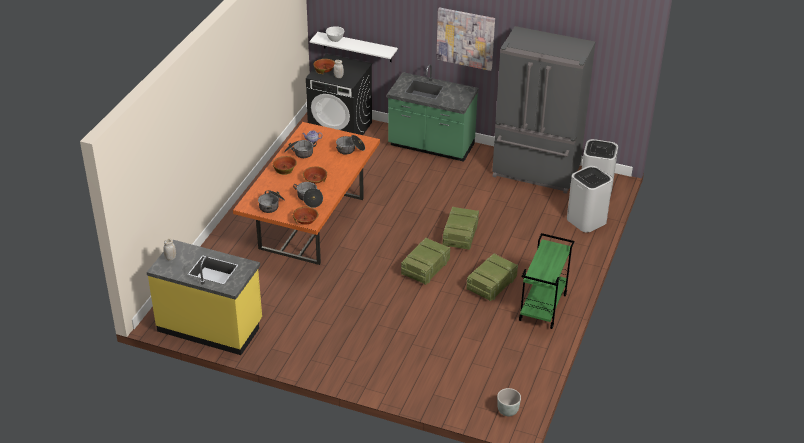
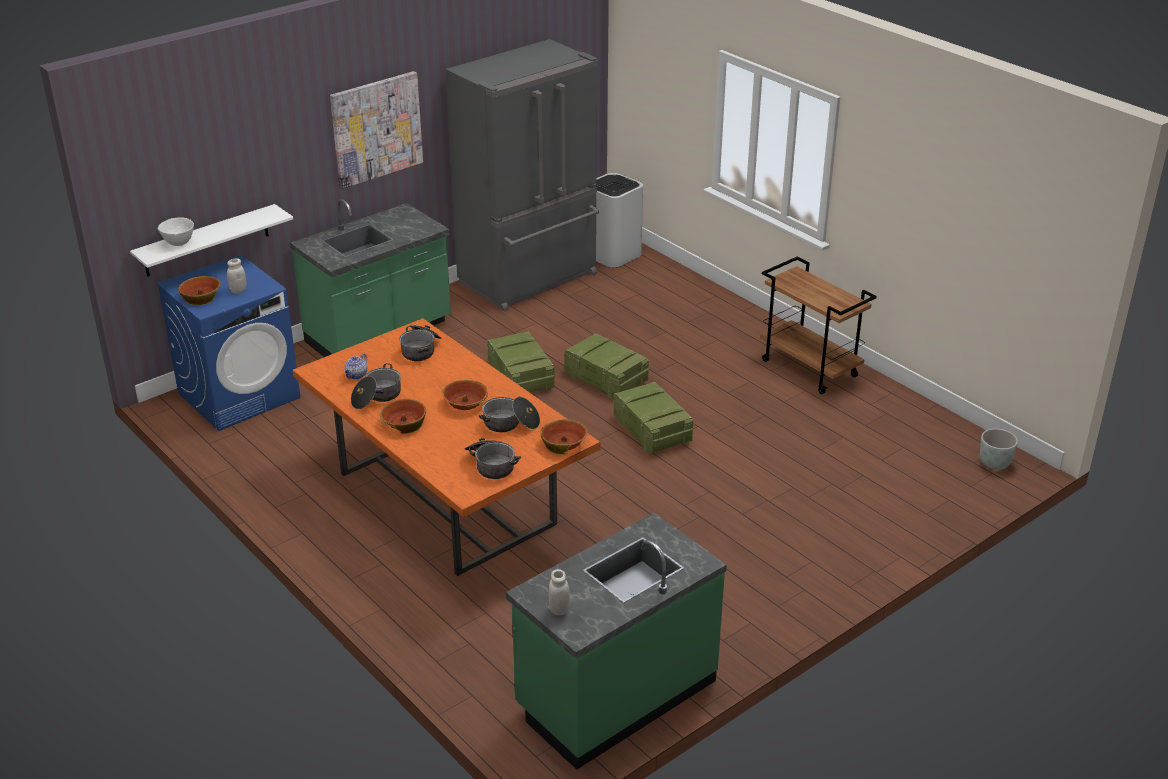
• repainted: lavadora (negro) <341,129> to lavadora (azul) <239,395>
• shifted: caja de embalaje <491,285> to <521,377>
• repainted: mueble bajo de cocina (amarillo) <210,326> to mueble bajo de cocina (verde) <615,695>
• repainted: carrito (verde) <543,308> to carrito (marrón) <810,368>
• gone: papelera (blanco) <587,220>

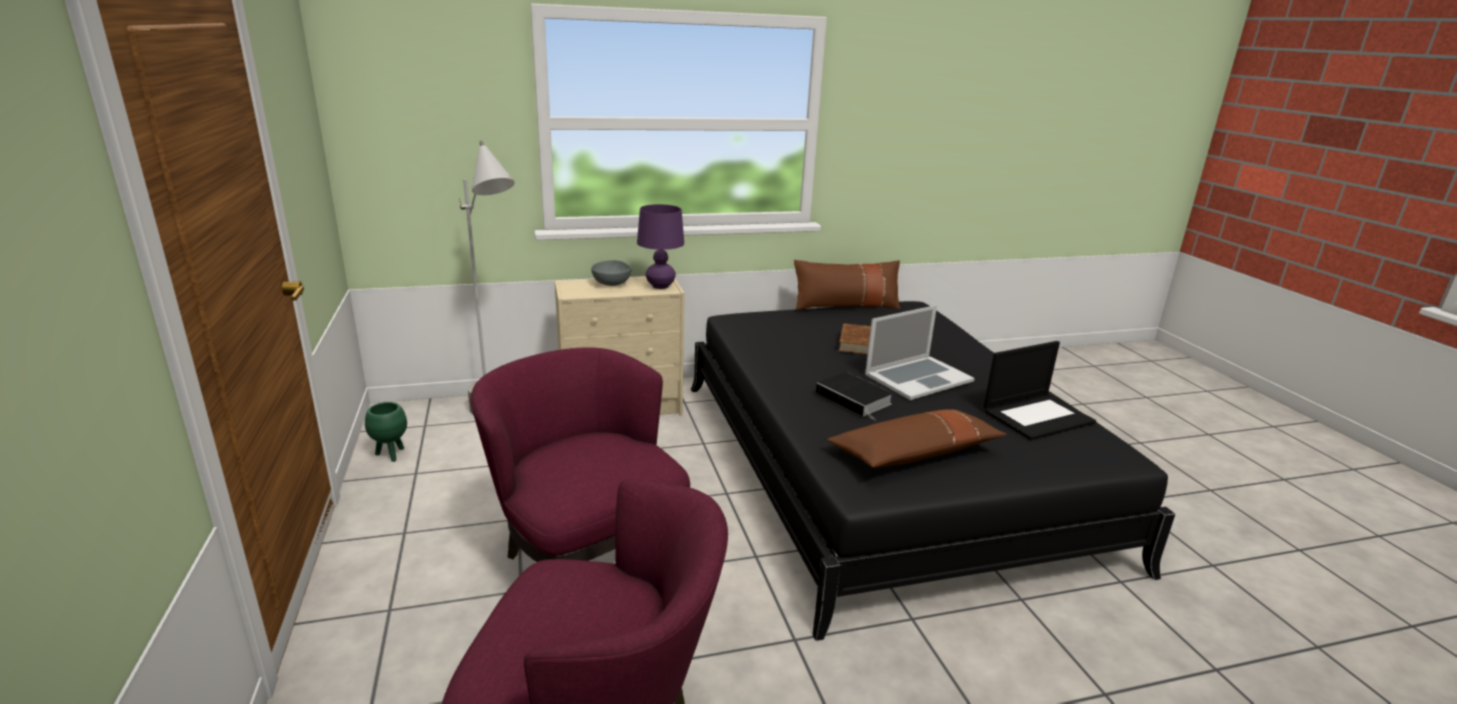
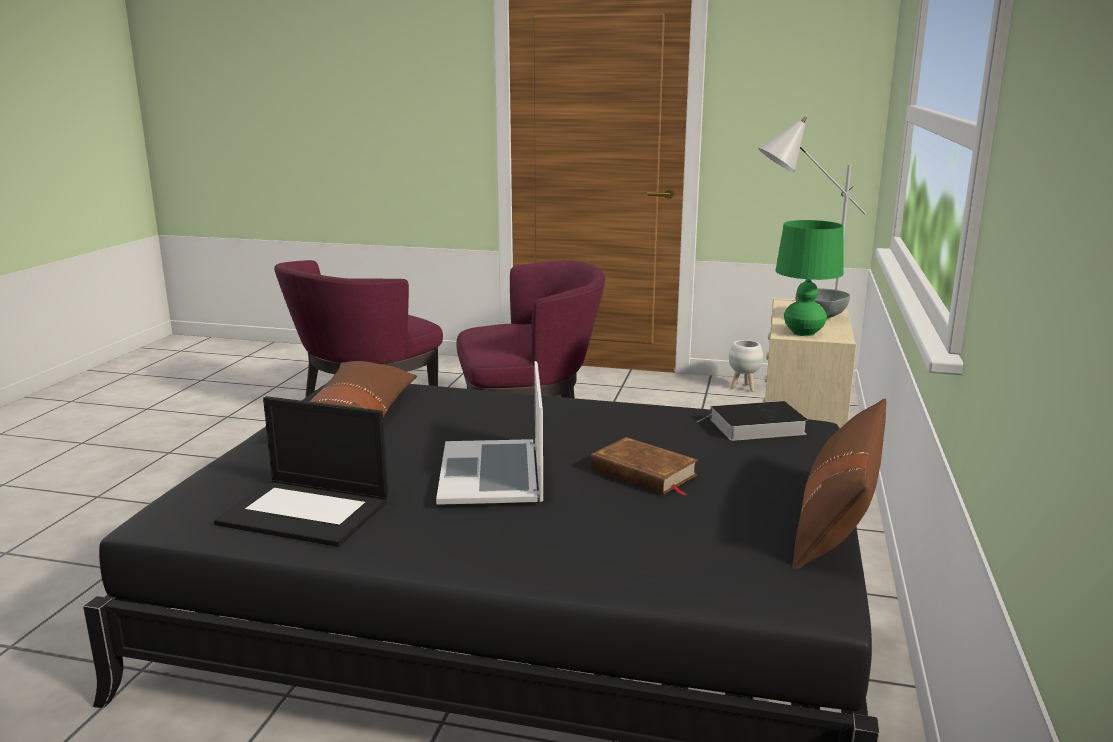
• rotated: portátil <1037,416> = <307,512> 75 degrees counterclockwise
• shifted: libro <855,399> to <755,427>
• repainted: maceta (verde) <391,454> to maceta (blanco) <744,388>
• repainted: lámpara de mesa (morado) <660,286> to lámpara de mesa (verde) <803,333>

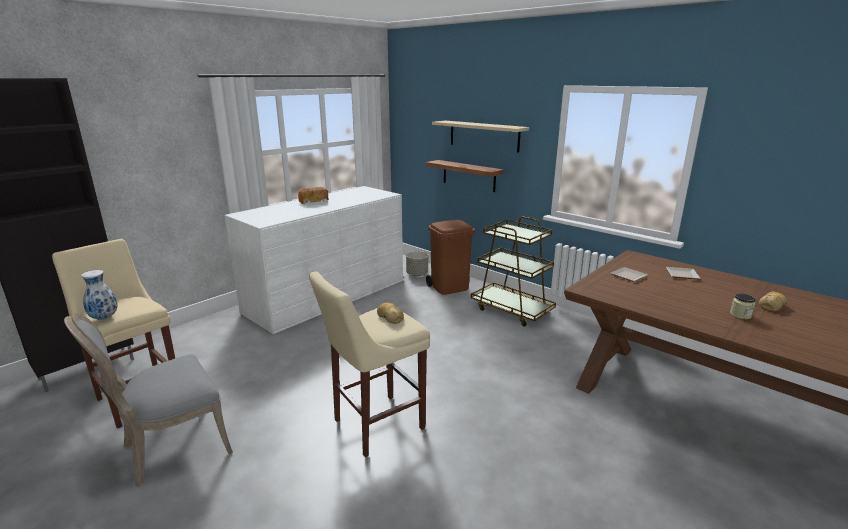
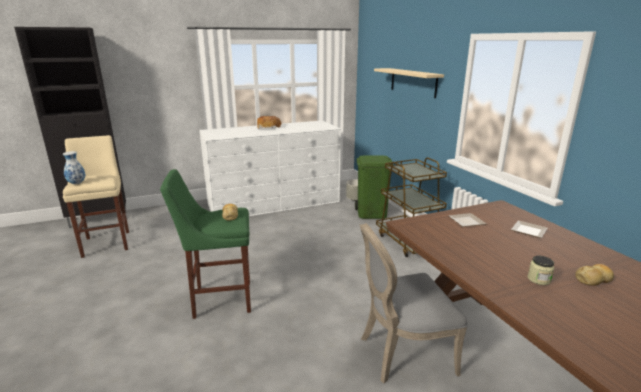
• repainted: taburete (beis) <374,425> to taburete (verde) <219,299>
• repainted: papelera (marrón) <450,287> to papelera (verde) <372,214>
• shifted: silla (gris) <172,448> to <402,353>
• gone: estante <469,175>

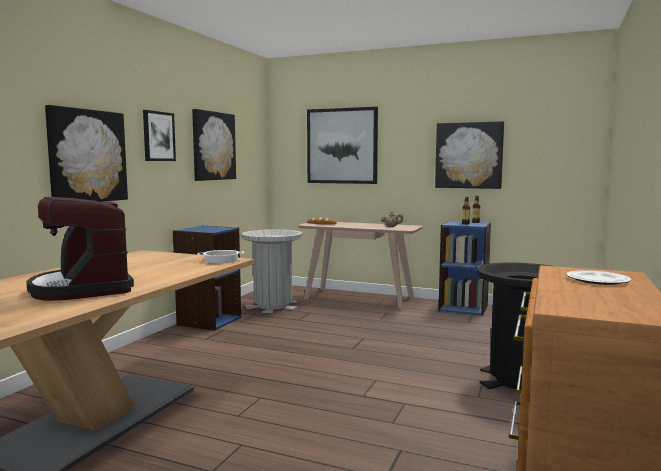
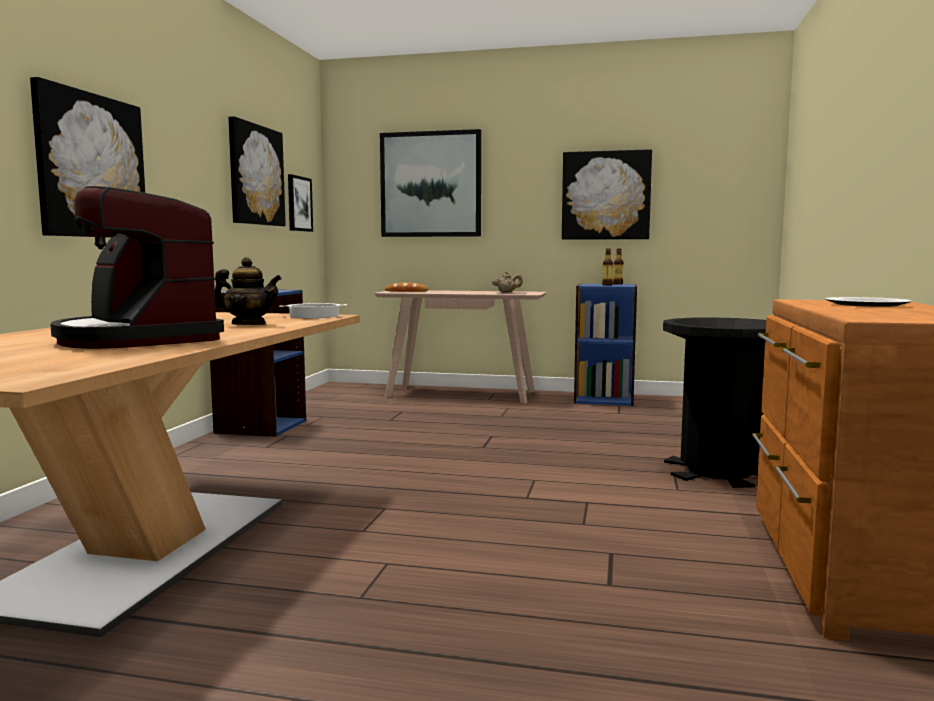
• new: tetera <249,325>
• shifted: cuadro <158,136> to <299,204>
• gone: papelera (gris) <273,305>

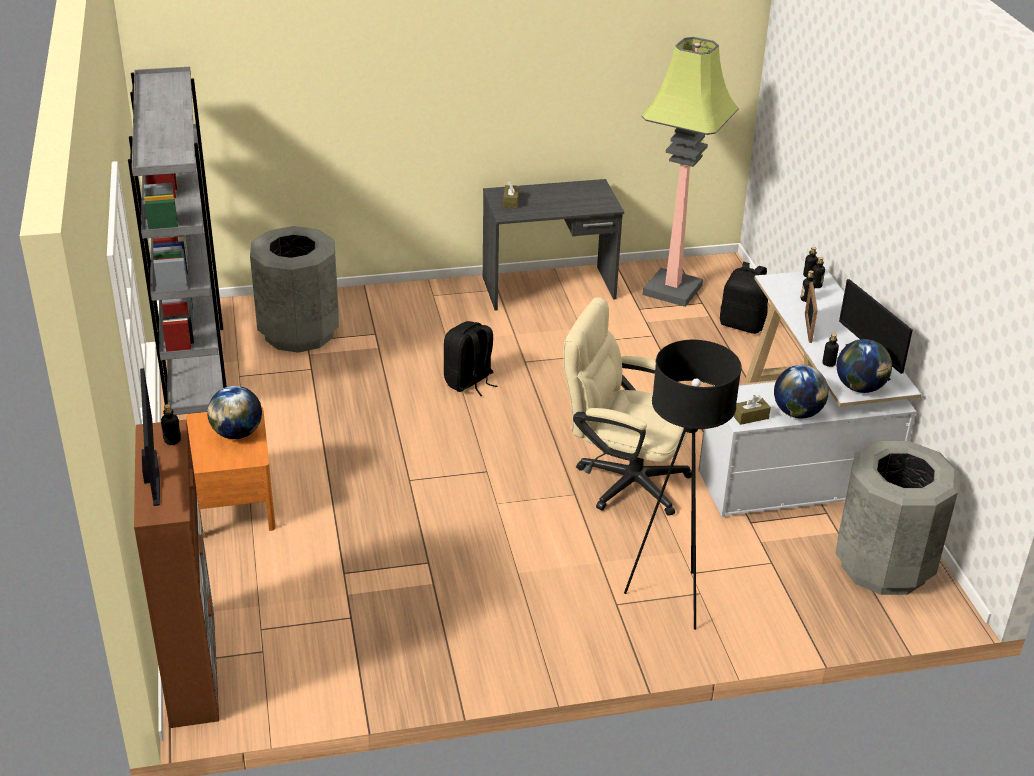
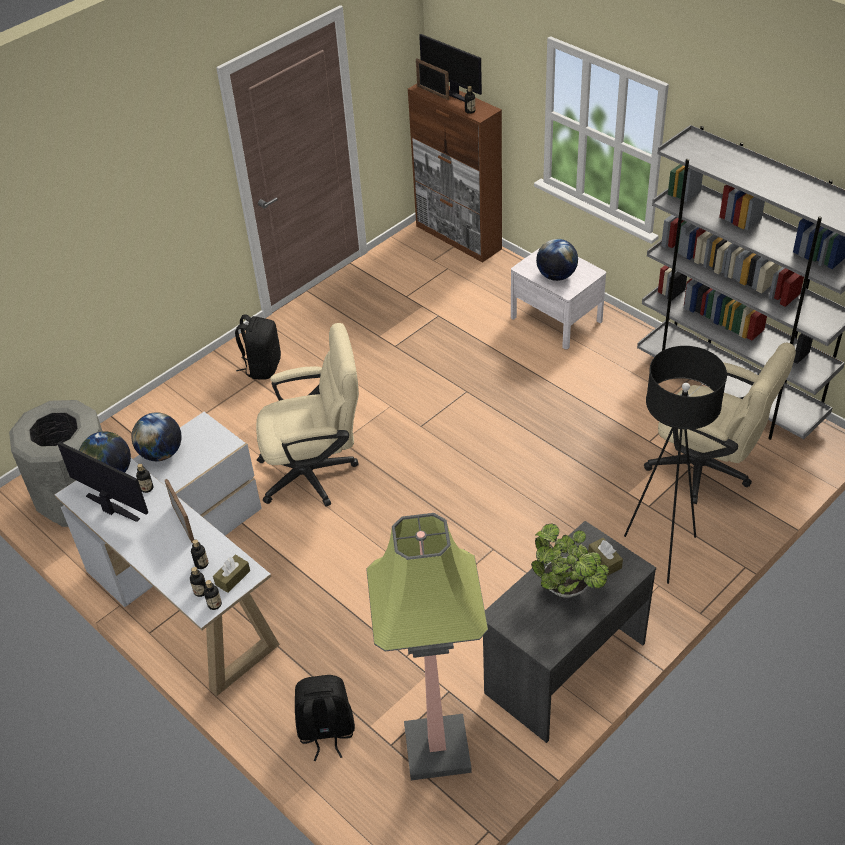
• shifted: caja de pañuelos (marrón) <750,417> to <232,578>
• shifted: mochila (negro) <469,382> to <262,367>
• new: portarretratos <432,93>
• repainted: mesita de noche (naranja) <234,503> to mesita de noche (blanco) <556,319>
• new: planta en maceta <568,590>
• shifted: lámpara de pie (negro) <670,598> to <662,551>
• swapped: papelera (gris) <299,332> to silla de oficina (beis) <708,470>

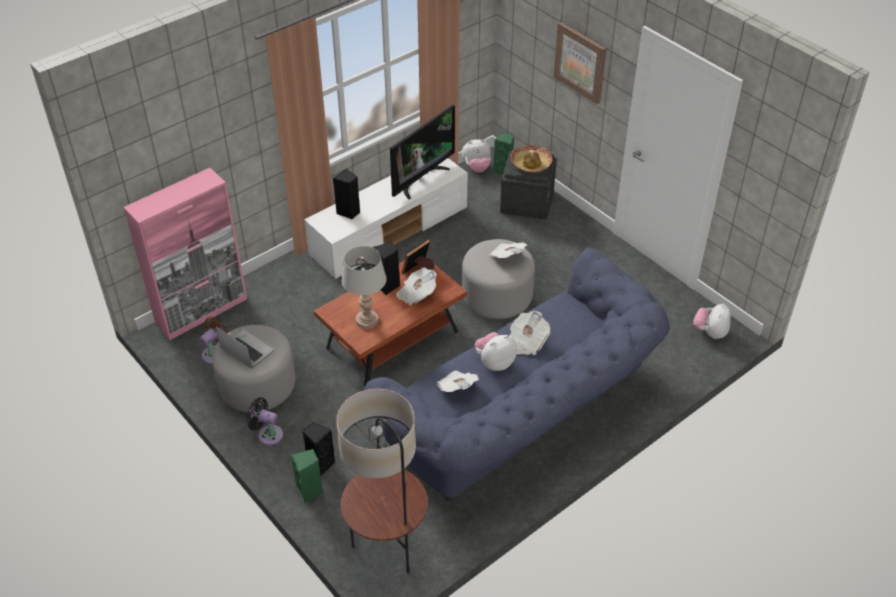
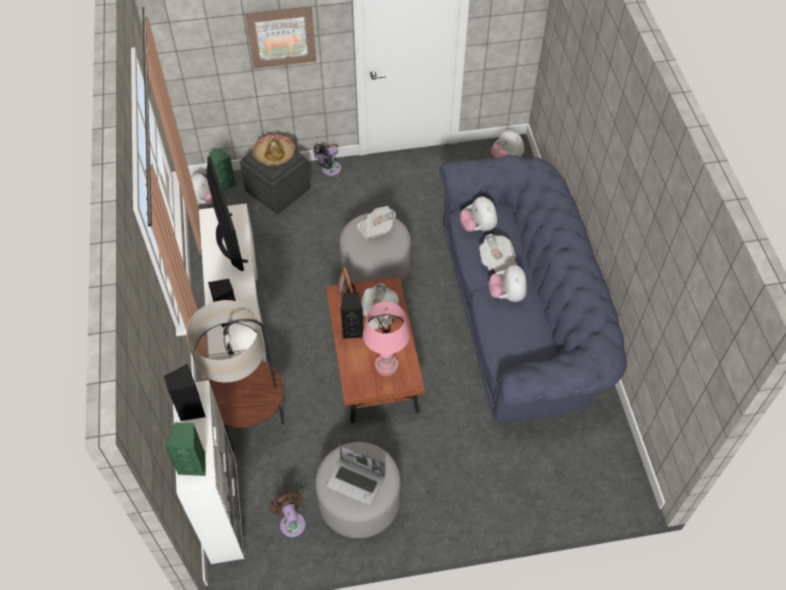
• shifted: altavoz (negro) <320,464> to <190,409>
• shifted: altavoz (verde) <310,491> to <194,464>
• repainted: armario (rosa) <202,311> to armario (blanco) <224,511>
• shifted: lámpara de pie <387,550> to <254,428>
• shifted: ventilador (negro) <268,434> to <329,169>
• rotated: portátil <246,350> = <356,482> 135 degrees counterclockwise
• repainted: lámpara de mesa (gris) <367,320> to lámpara de mesa (rosa) <386,366>
• new: peluche <478,227>
• gone: periódico <457,388>

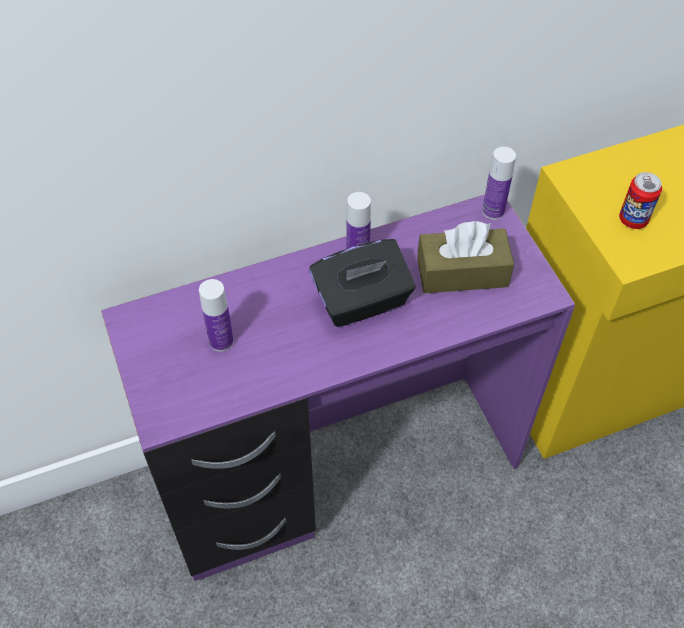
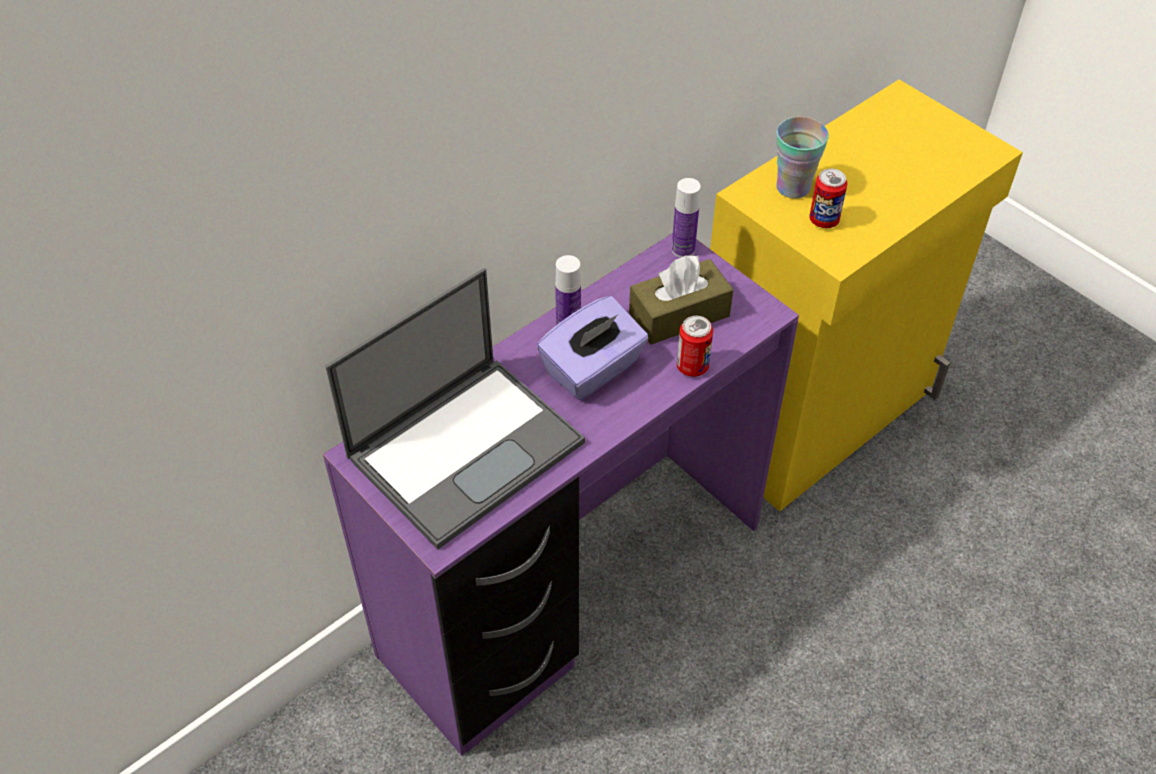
• swapped: botella <221,341> to portátil <467,447>
• repainted: caja de pañuelos (negro) <362,302> to caja de pañuelos (morado) <593,369>
• new: lata <692,367>
• new: taza <793,188>

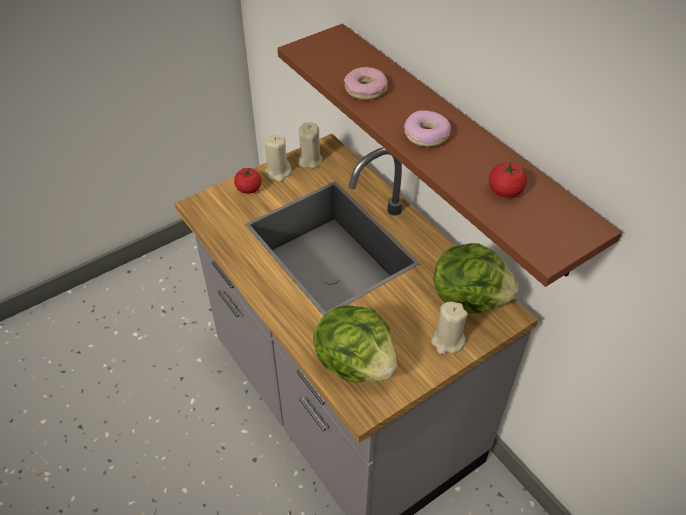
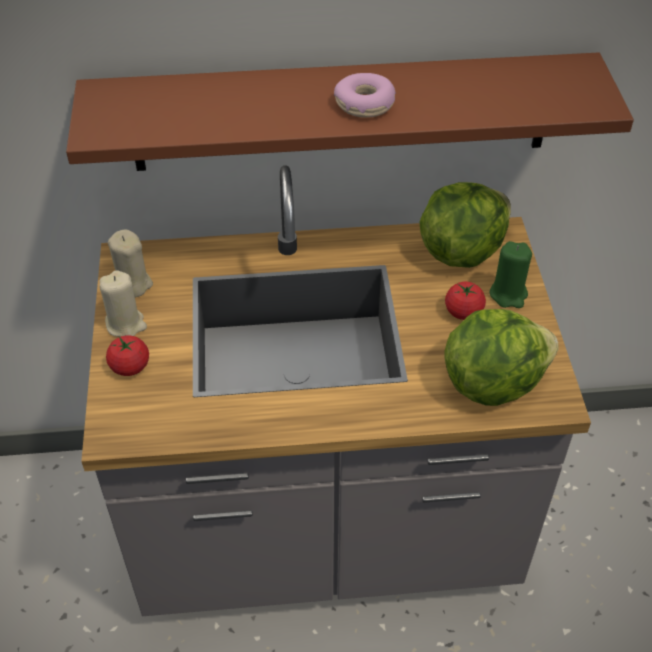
• shifted: tomate <504,191> to <463,312>
• repainted: vela (beis) <447,341> to vela (verde) <508,294>
• gone: rosquilla <365,89>

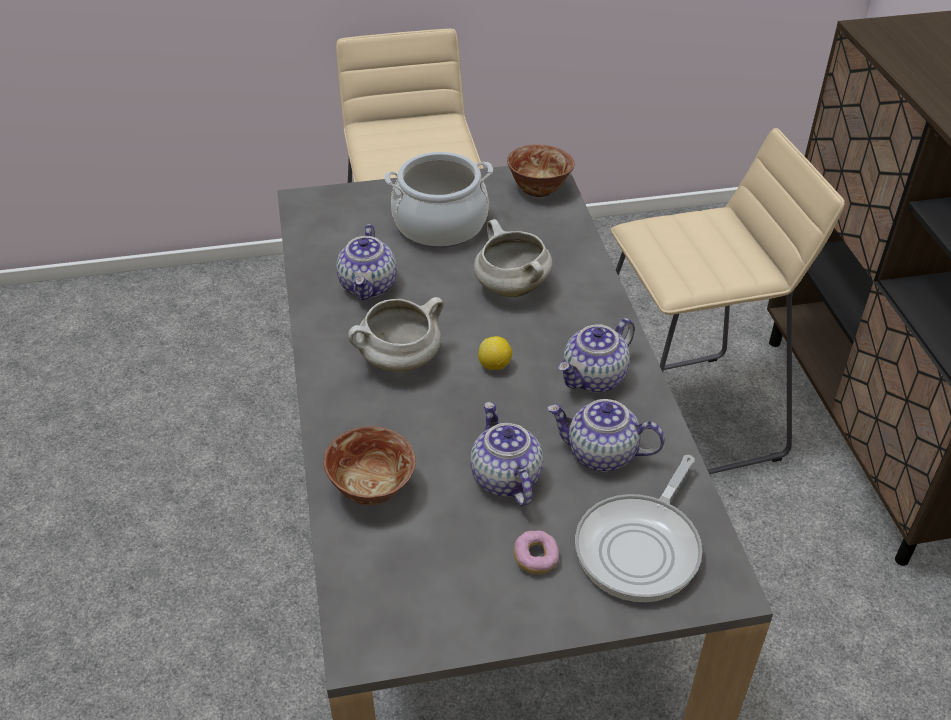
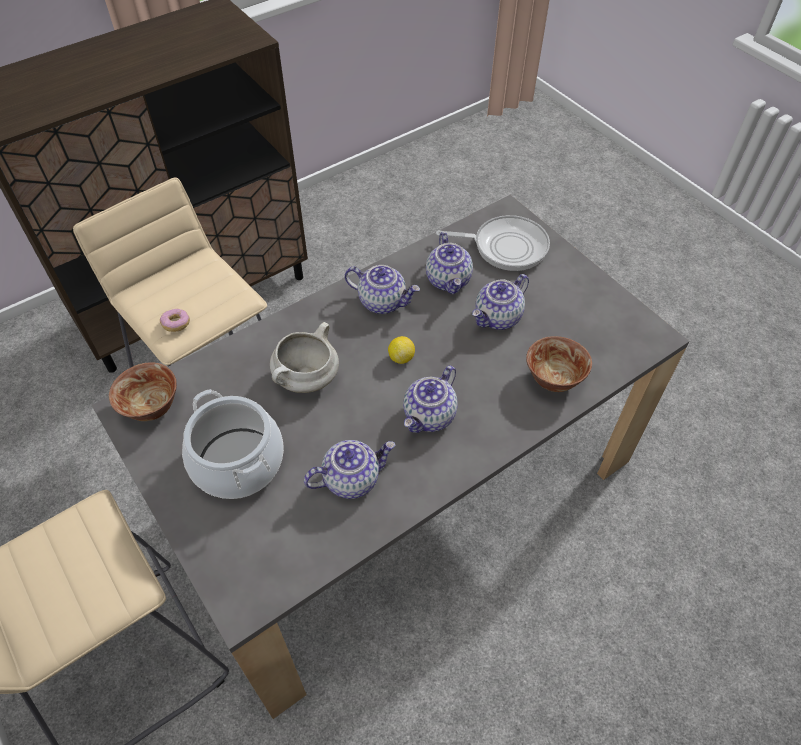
• shifted: rosquilla <536,558> to <176,324>
• swapped: olla (blanco) <399,361> to tetera <430,416>

